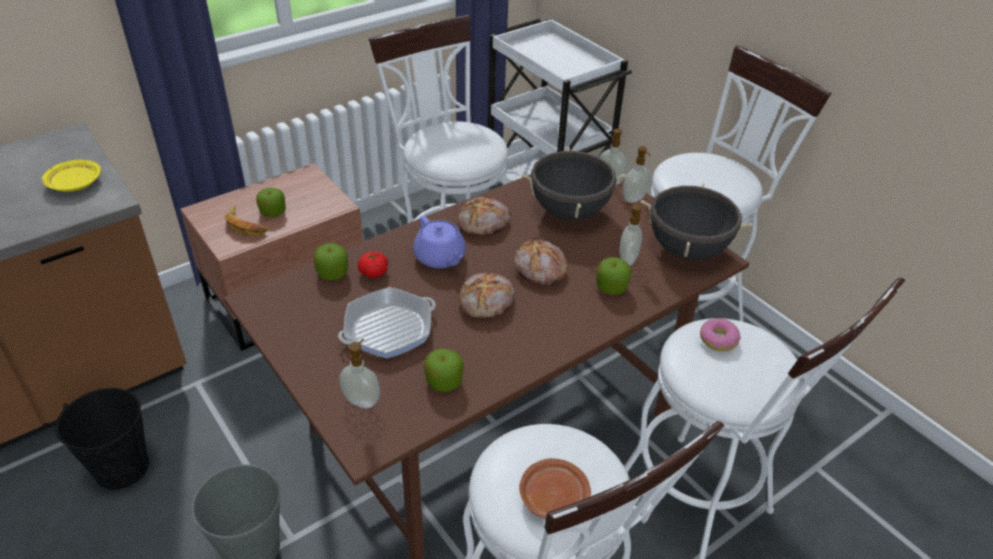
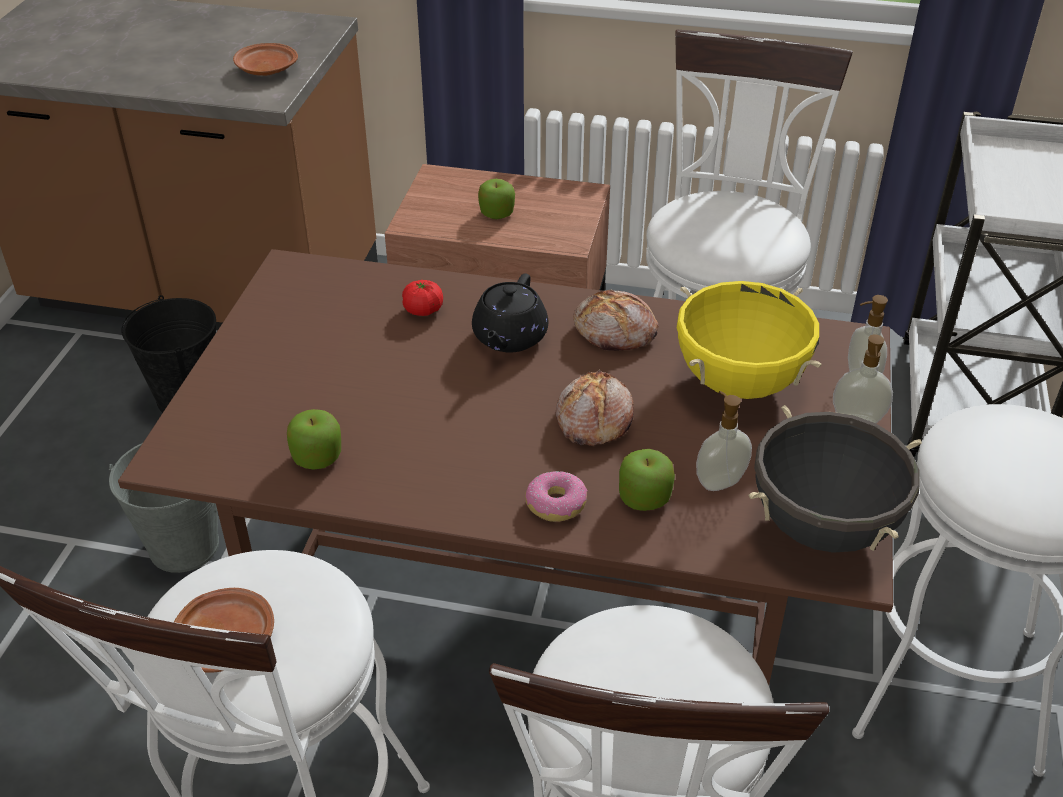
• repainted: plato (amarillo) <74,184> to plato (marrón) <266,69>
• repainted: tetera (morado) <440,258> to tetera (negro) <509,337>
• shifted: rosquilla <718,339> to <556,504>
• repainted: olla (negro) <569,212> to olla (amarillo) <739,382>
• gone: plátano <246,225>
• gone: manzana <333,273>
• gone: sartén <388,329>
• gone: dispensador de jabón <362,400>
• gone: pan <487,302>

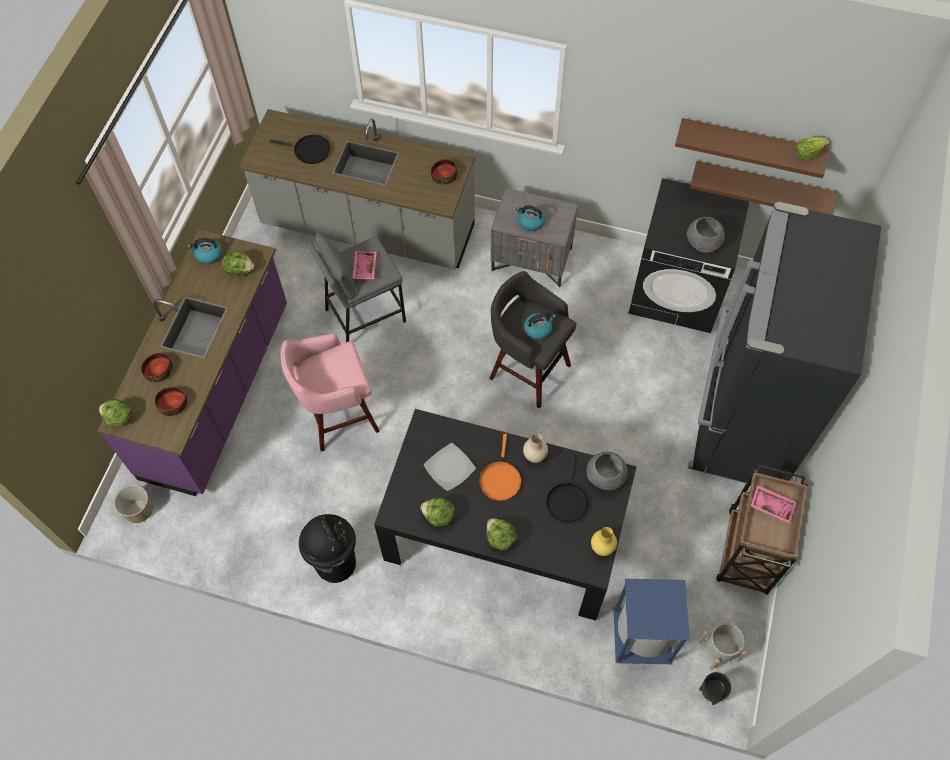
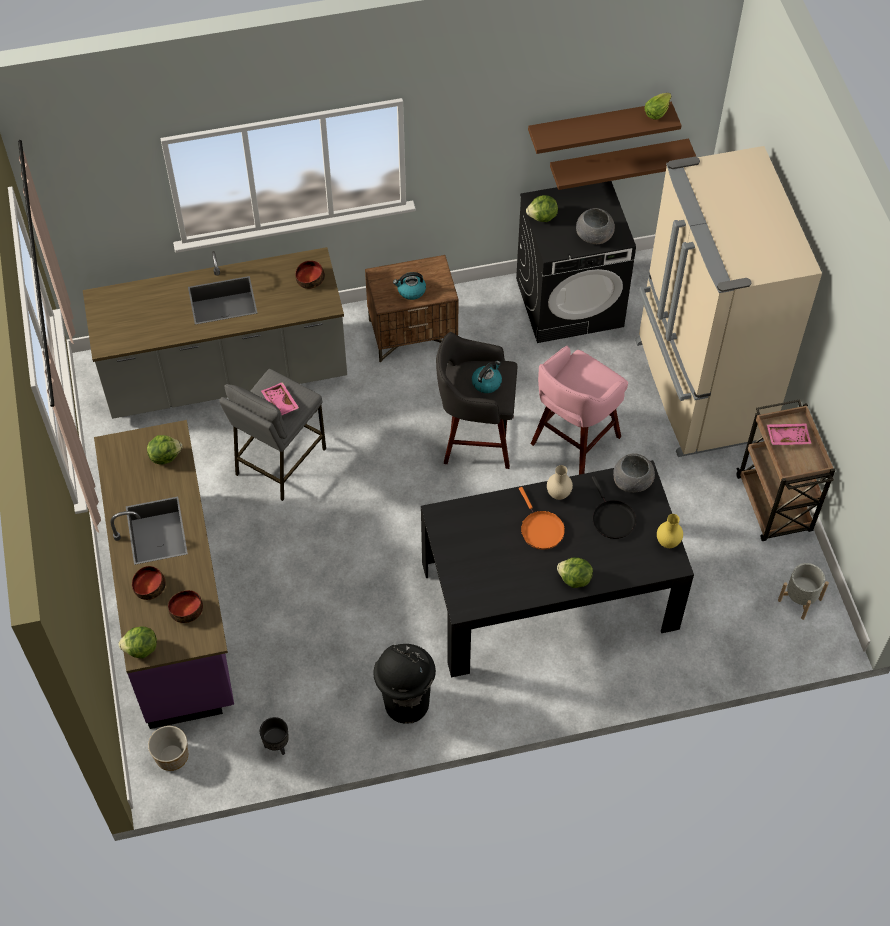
• shifted: maceta (negro) <710,692> to <276,745>
• repainted: mesita de noche (gris) <532,259> to mesita de noche (marrón) <413,334>
• shifted: lechuga <438,516> to <542,217>
• shifted: taburete (rosa) <338,417> to <573,442>
• repainted: nevera (negro) <742,419> to nevera (beis) <699,390>
• gone: hervidor <208,255>
• gone: sartén (negro) <309,151>
• gone: plato <449,468>
• gone: papelera (azul) <641,634>

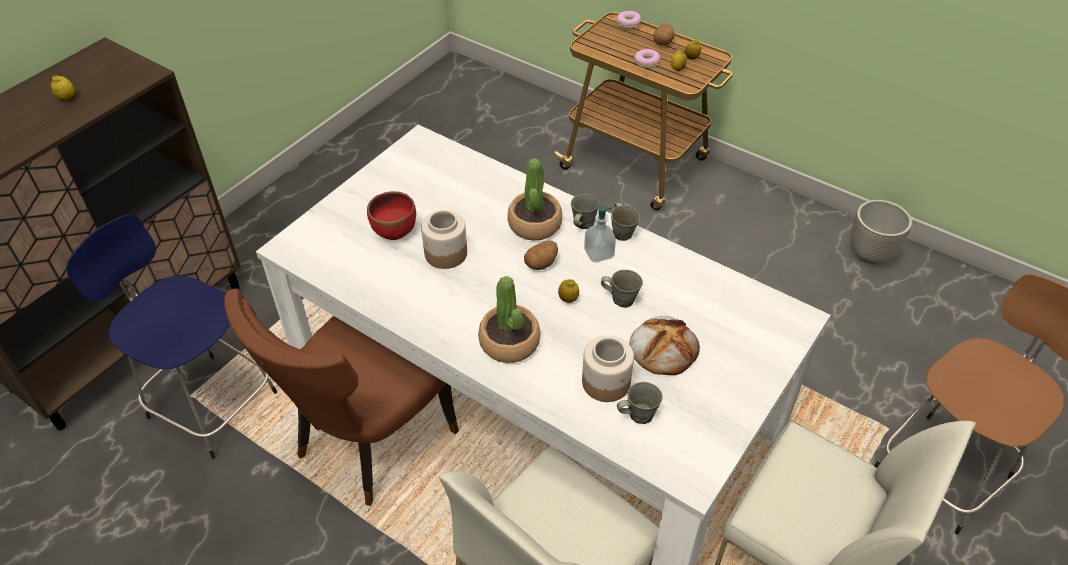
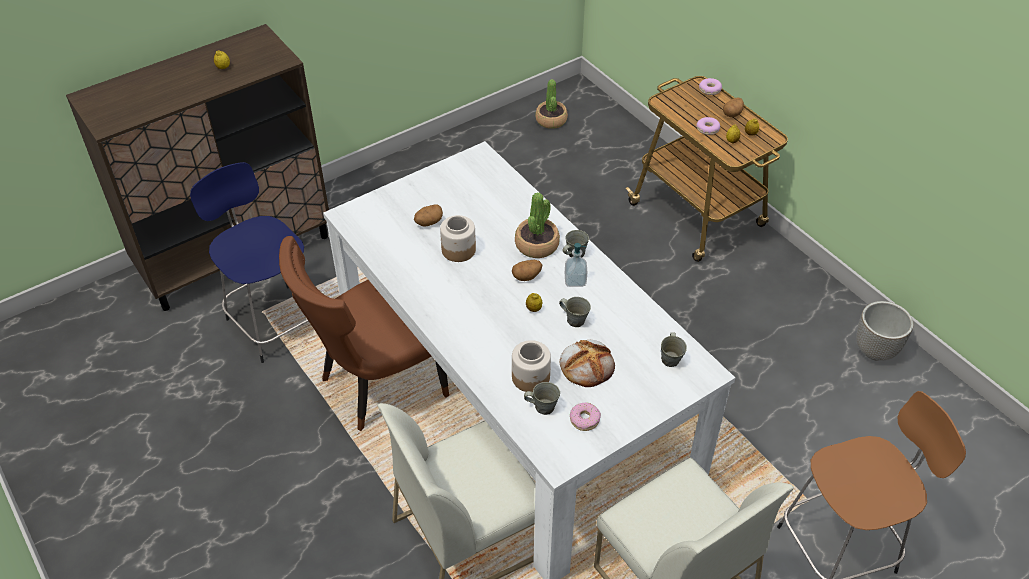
• swapped: cuenco (rojo) <394,230> to patata <428,222>
• shifted: planta en maceta <509,342> to <551,120>
• new: rosquilla <584,419>
• shifted: taza grande (gris) <622,232> to <670,359>

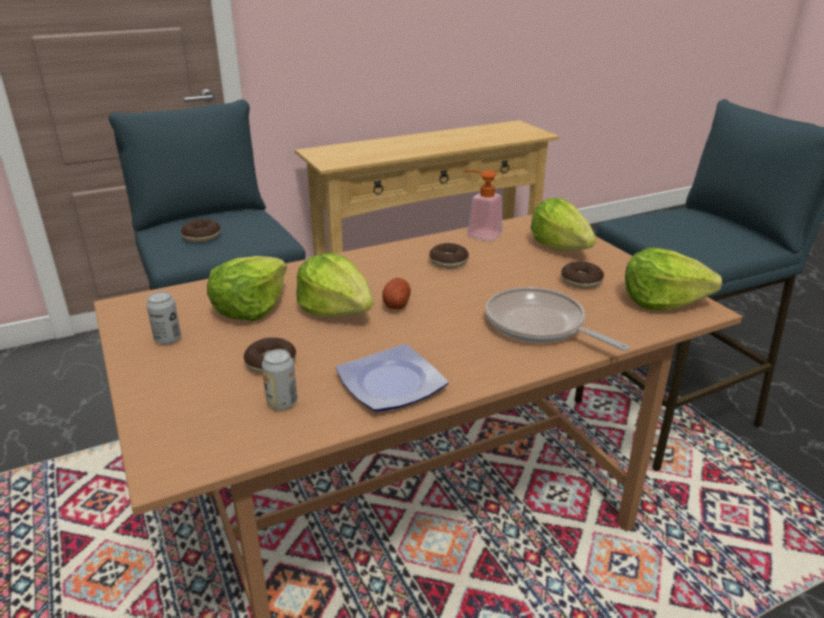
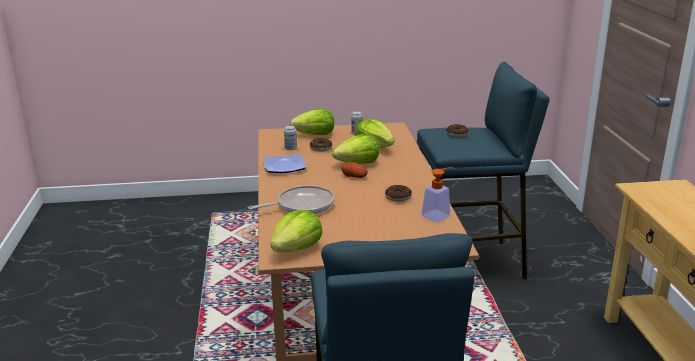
• shifted: lechuga <560,247> to <315,135>
• gone: rosquilla <581,281>

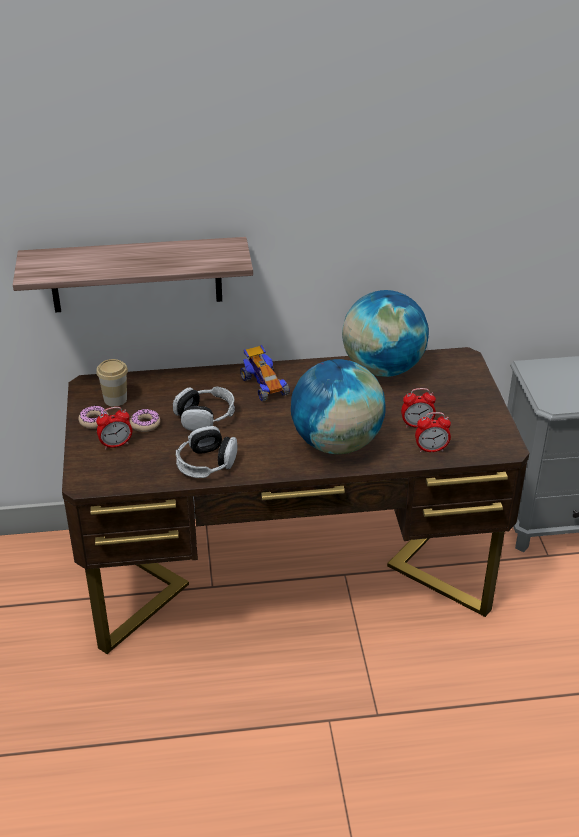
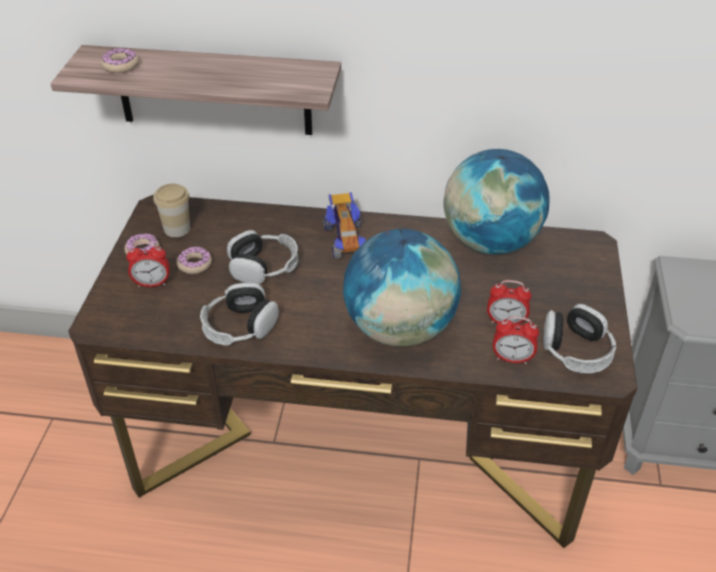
• new: rosquilla <121,66>
• new: auriculares <576,350>

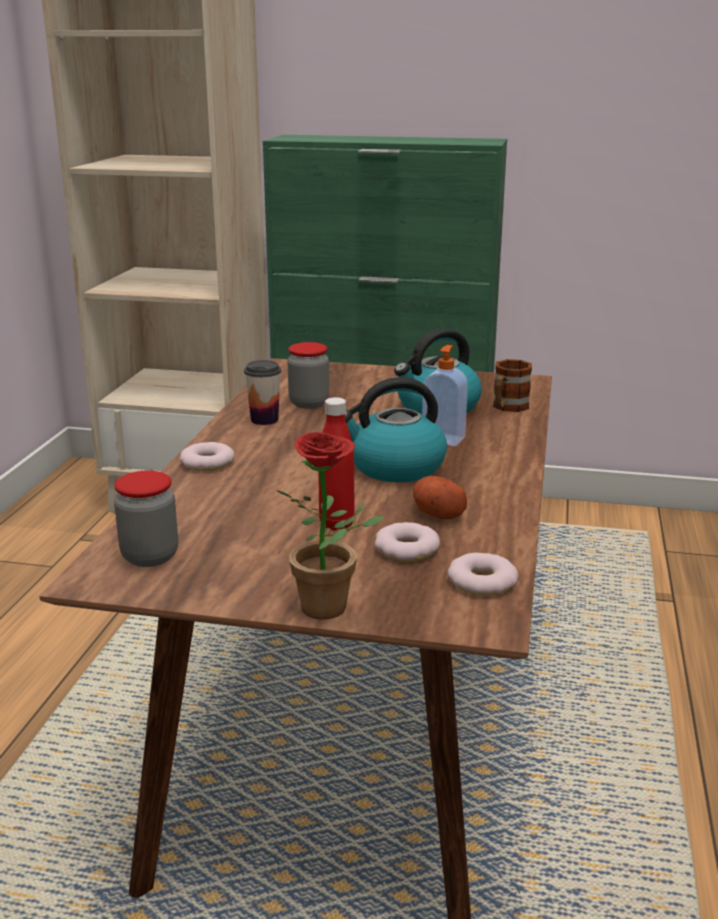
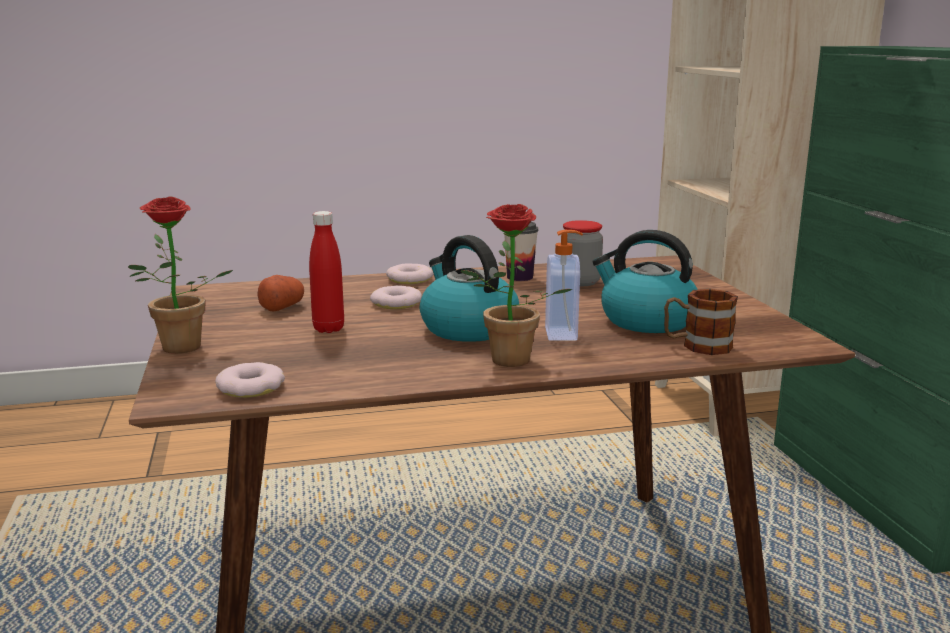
• shifted: patata <436,513> to <281,307>
• shifted: rosquilla <407,549> to <396,303>
• new: planta en maceta <506,363>
• gone: tarro <150,556>

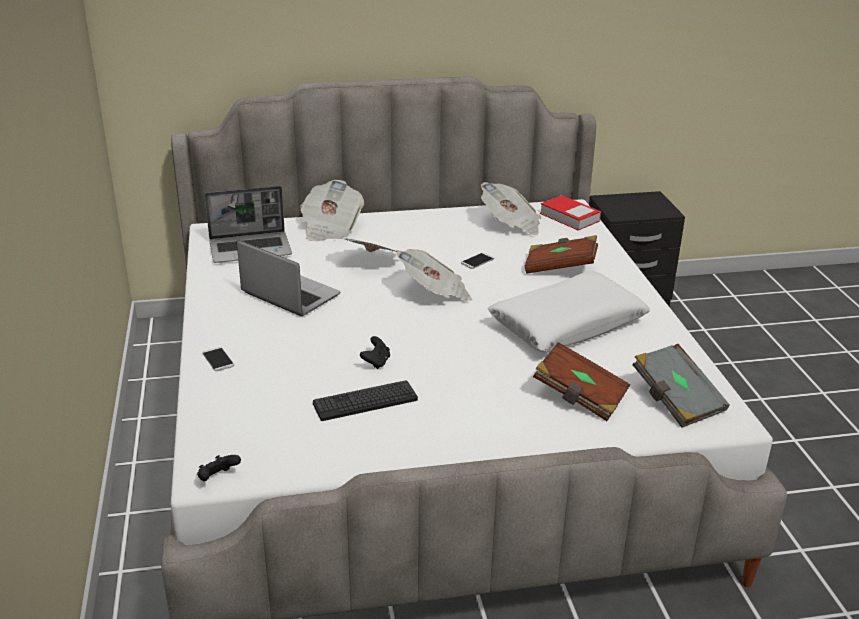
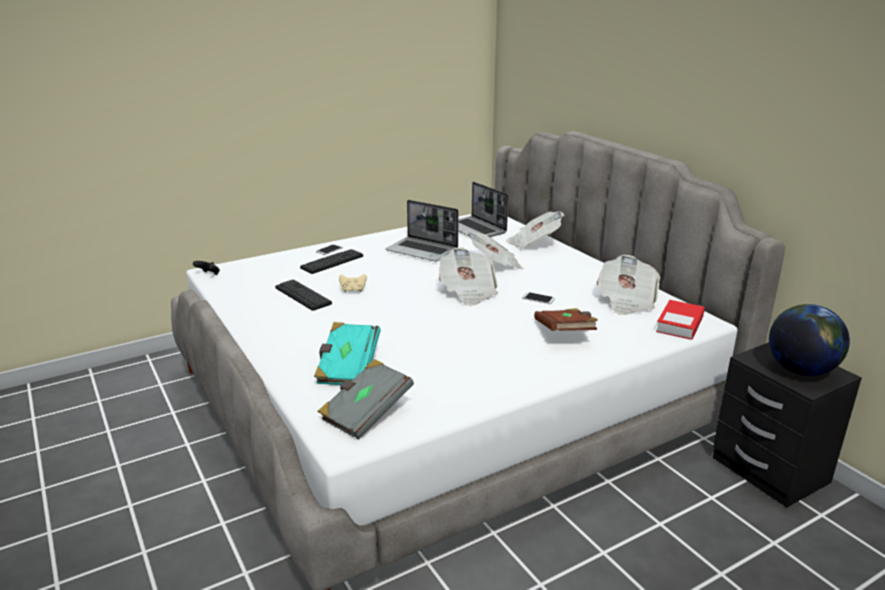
• new: teclado <332,262>
• repainted: libro (marrón) <579,397> to libro (turquesa) <347,368>
• repainted: mando de consola (negro) <376,362> to mando de consola (beis) <353,290>
• rotated: portátil <289,294> = <423,251> 105 degrees clockwise
• new: globo terráqueo <800,370>
• gone: cojín (blanco) <567,325>

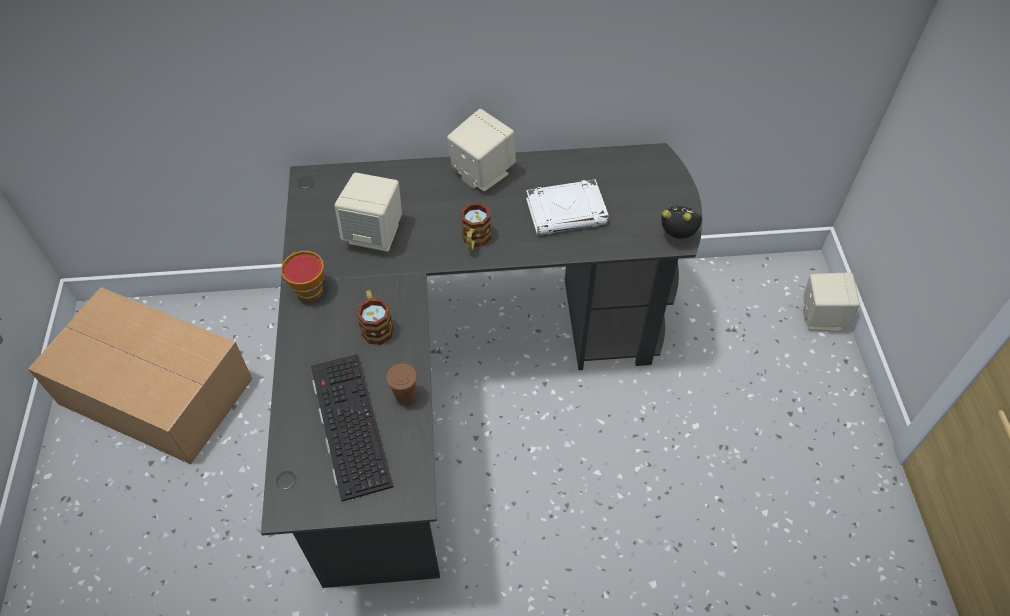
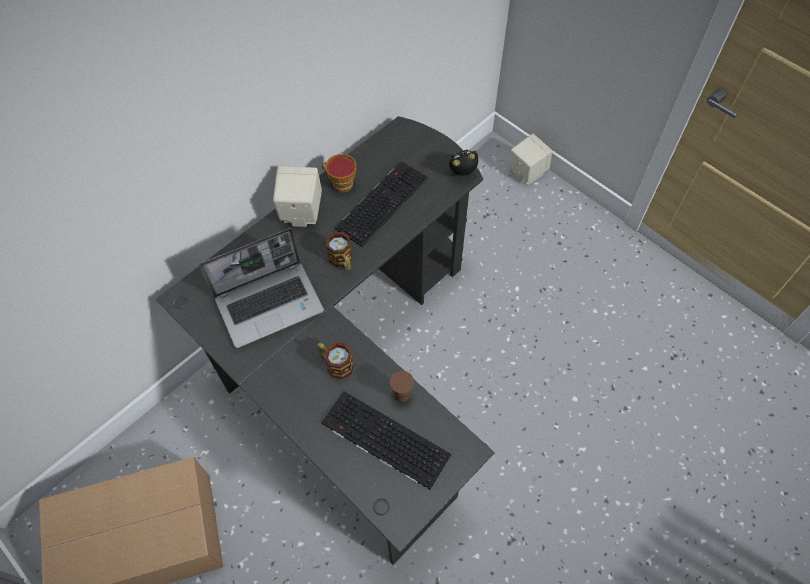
• swapped: altavoz (beis) <375,234> to portátil <270,303>
• shifted: taza <307,288> to <340,184>
• swapped: libro (blanco) <567,211> to teclado <382,202>

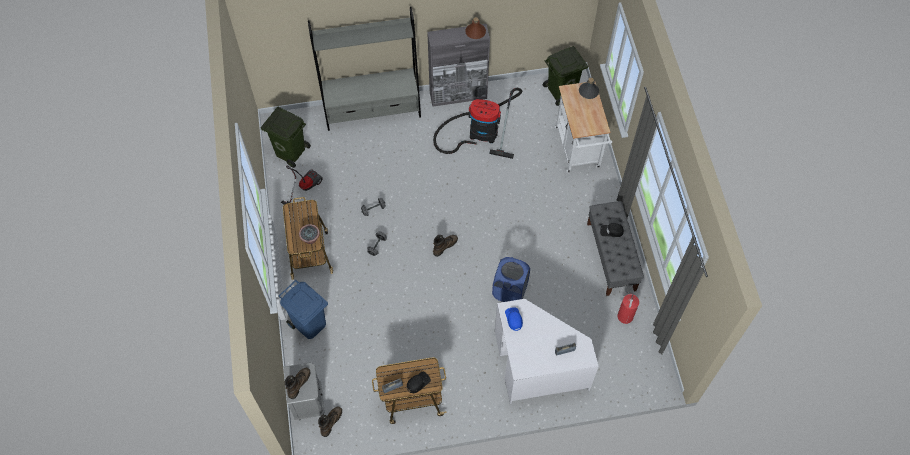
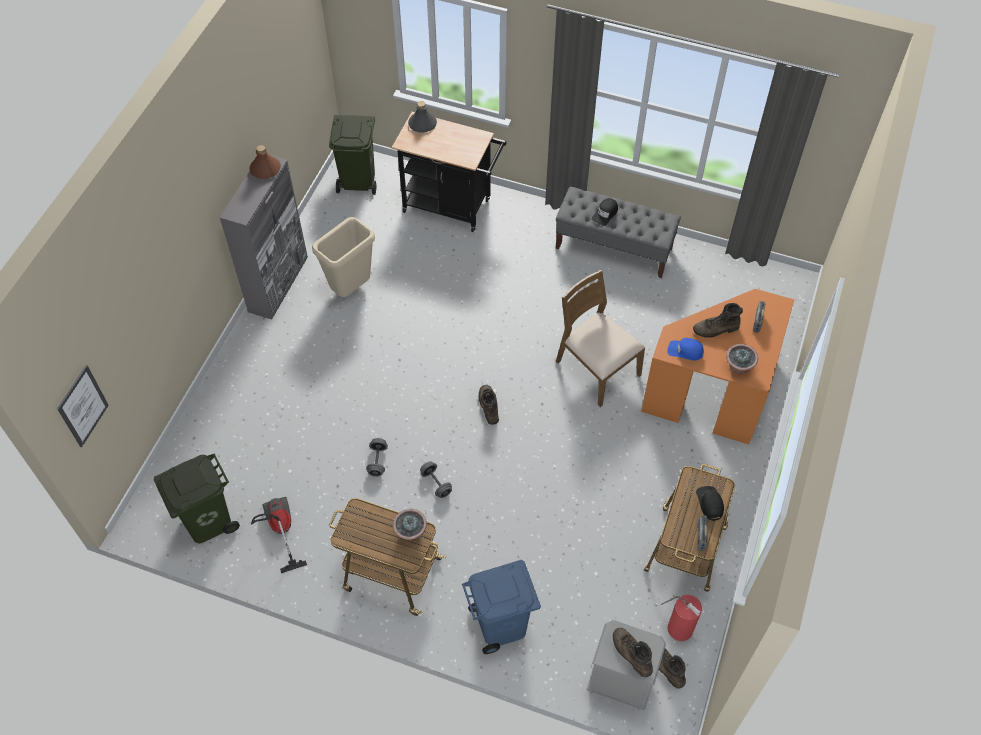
• new: cuadro <83,406>
• swapped: aspiradora <480,132> to papelera (beis) <351,288>
• repainted: carrito (blanco) <578,151> to carrito (negro) <452,207>
• swapped: cesto de la ropa (azul) <510,291> to silla (marrón) <596,368>
• repainted: escritorio (blanco) <537,367> to escritorio (naranja) <715,392>
• shifted: extintor <625,315> to <679,627>
• new: bota (marrón) <716,329>
• new: planta en maceta <738,367>
• gone: estantería (gris) <373,112>

